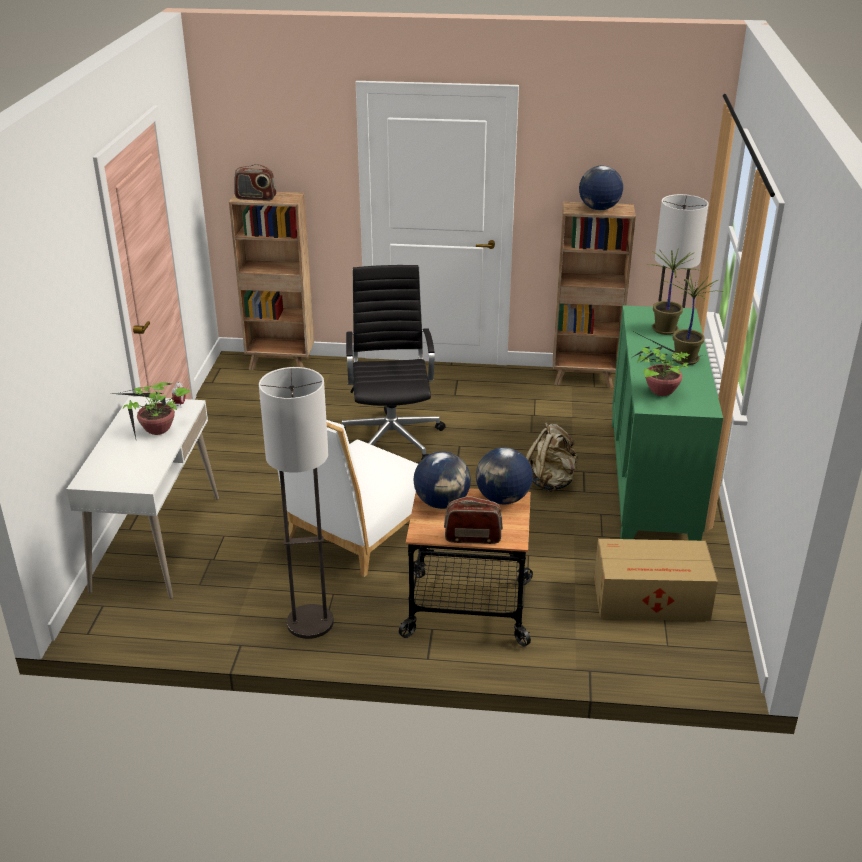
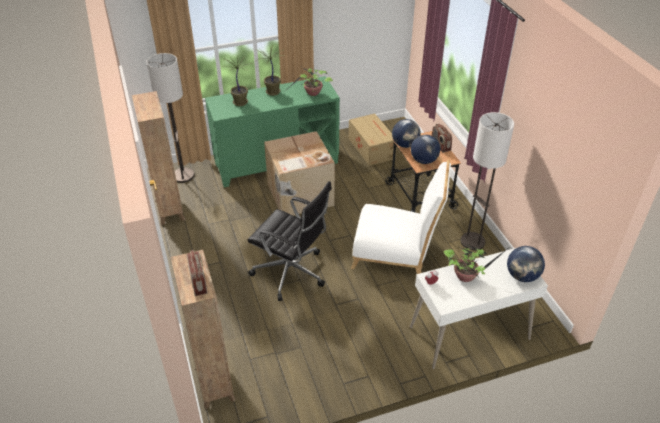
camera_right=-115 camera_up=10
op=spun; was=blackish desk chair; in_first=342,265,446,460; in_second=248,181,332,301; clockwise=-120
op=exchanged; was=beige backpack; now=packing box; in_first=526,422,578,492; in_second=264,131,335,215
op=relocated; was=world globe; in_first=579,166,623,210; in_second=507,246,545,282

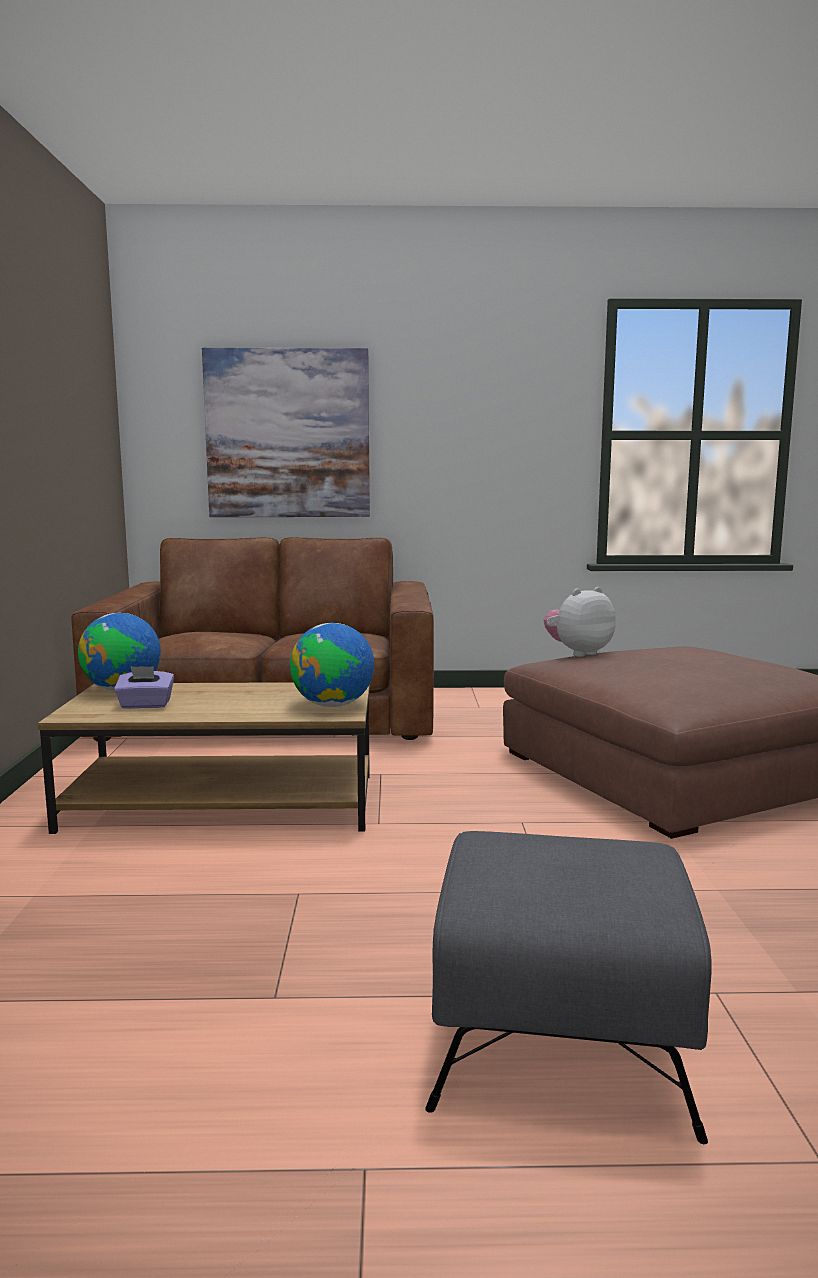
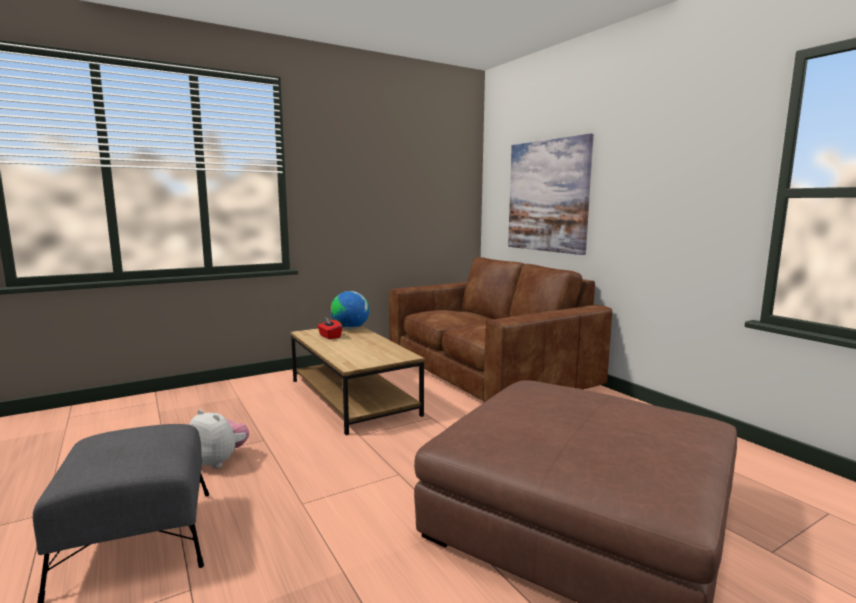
camera_right=60 camera_up=0
op=relocated; was=plush toy; in_first=544,587,616,657; in_second=189,409,249,469
op=colour; was=purplish tissue box; now=reddish tissue box; in_first=114,666,174,709; in_second=317,317,342,340
op=missing; was=world globe; in_first=290,623,374,707

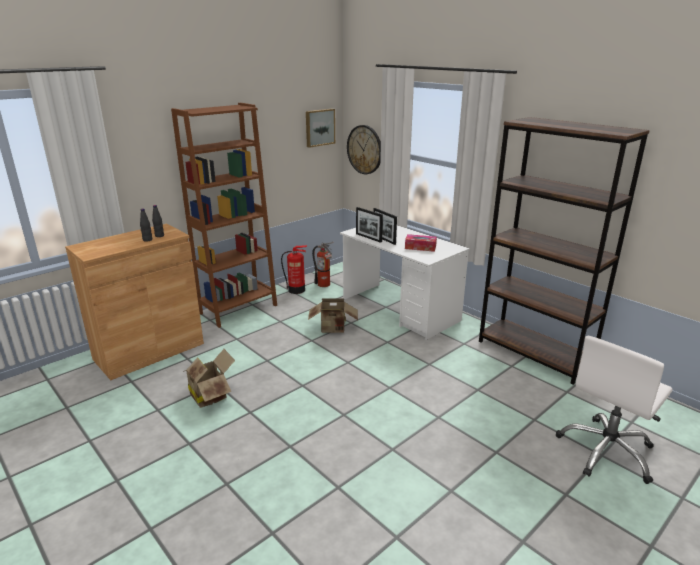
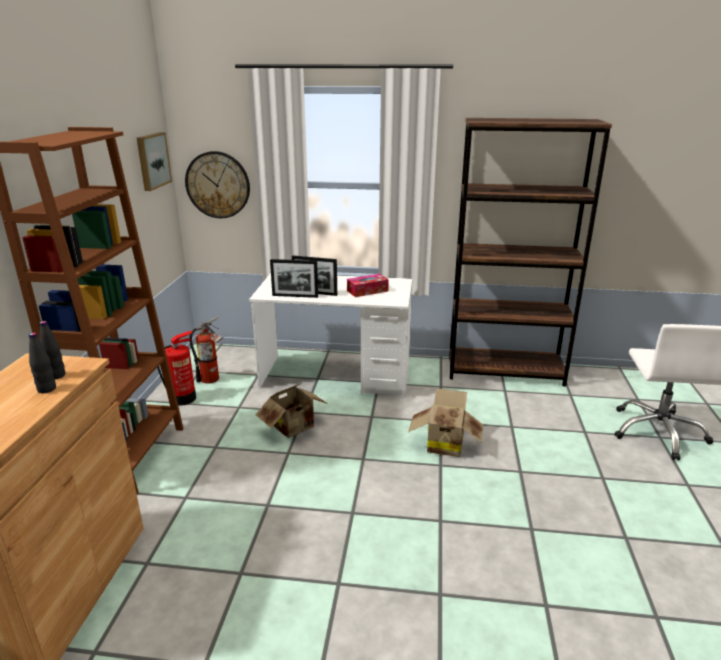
camera_right=-40 camera_up=0
op=relocated; was=packing box; in_first=183,349,235,408; in_second=408,388,483,457

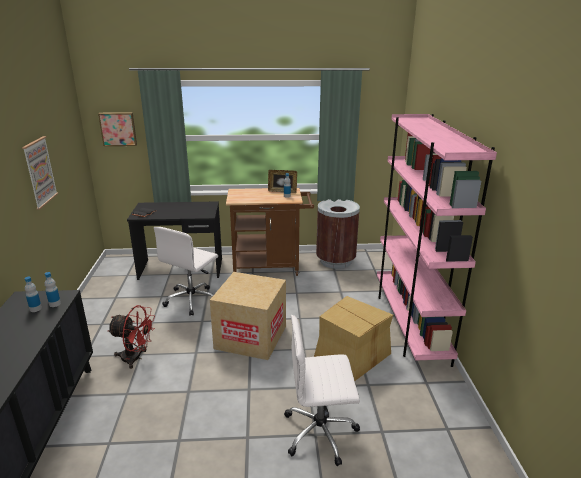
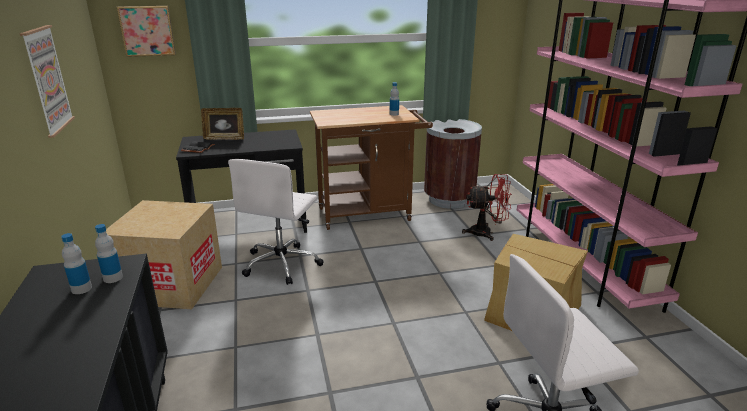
camera_right=-10 camera_up=0
op=relocated; was=packing box; in_first=210,272,286,360; in_second=106,200,222,309
op=relocated; was=standing frame; in_first=268,170,297,193; in_second=201,108,244,140
op=relocated; was=reddish cooling fan; in_first=108,305,155,369; in_second=462,174,512,241

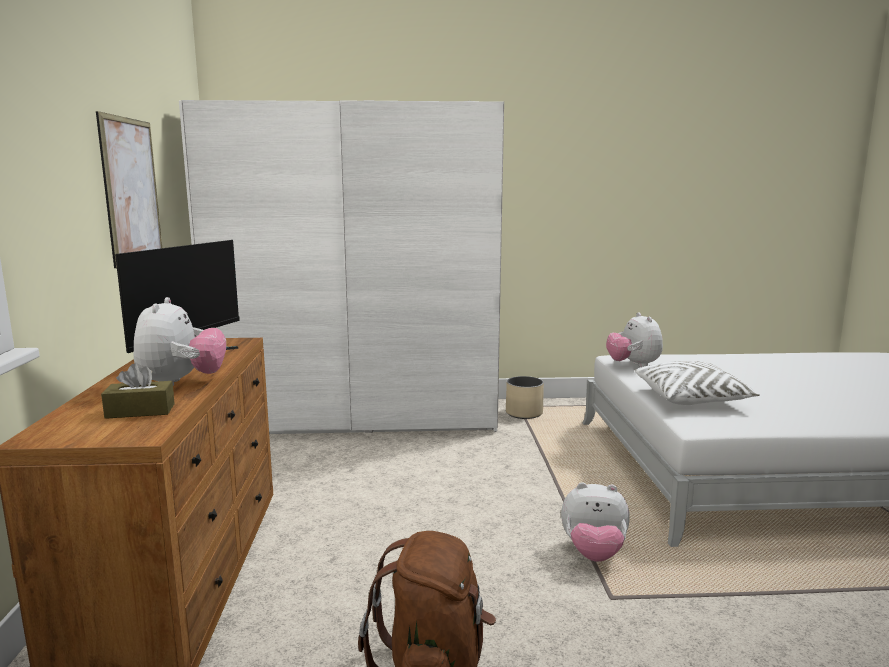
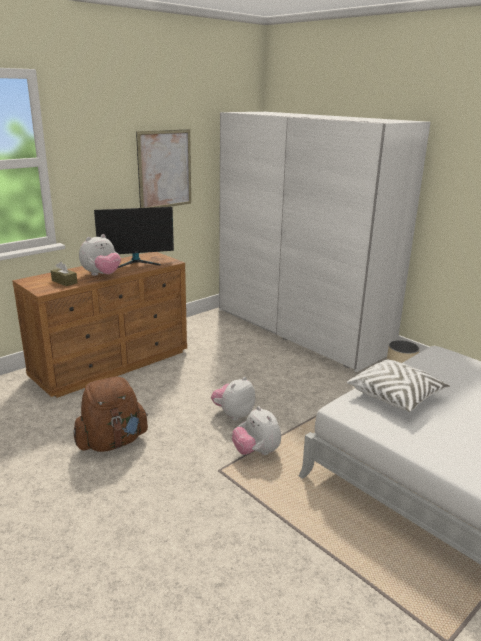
camera_right=50 camera_up=10
op=relocated; was=plush toy; in_first=606,312,663,367; in_second=211,377,255,421

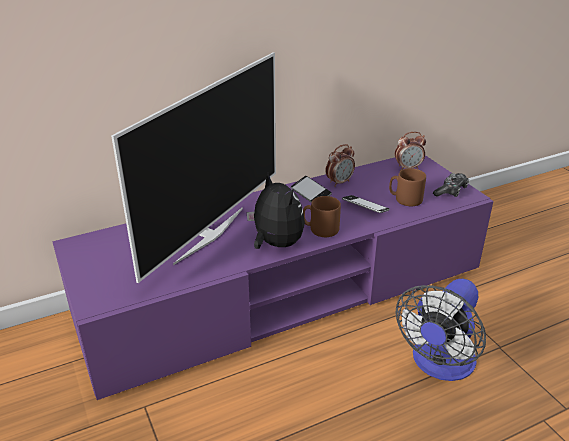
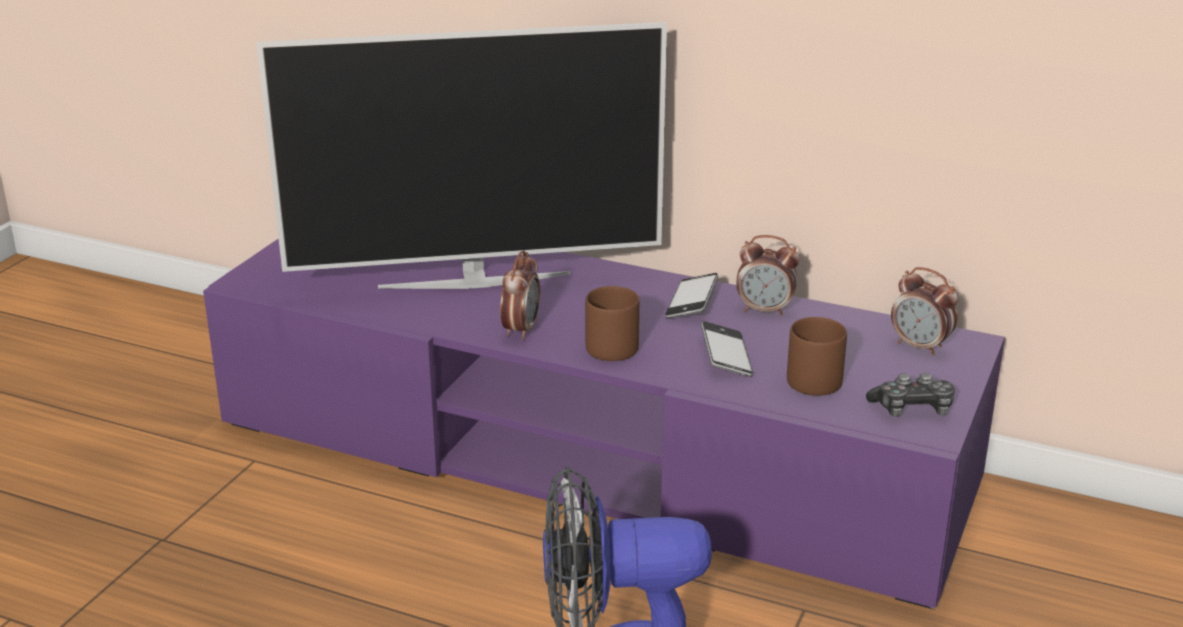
camera_right=50 camera_up=-5
op=exchanged; was=plush toy; now=bedside clock; in_first=247,173,305,249; in_second=500,250,540,340

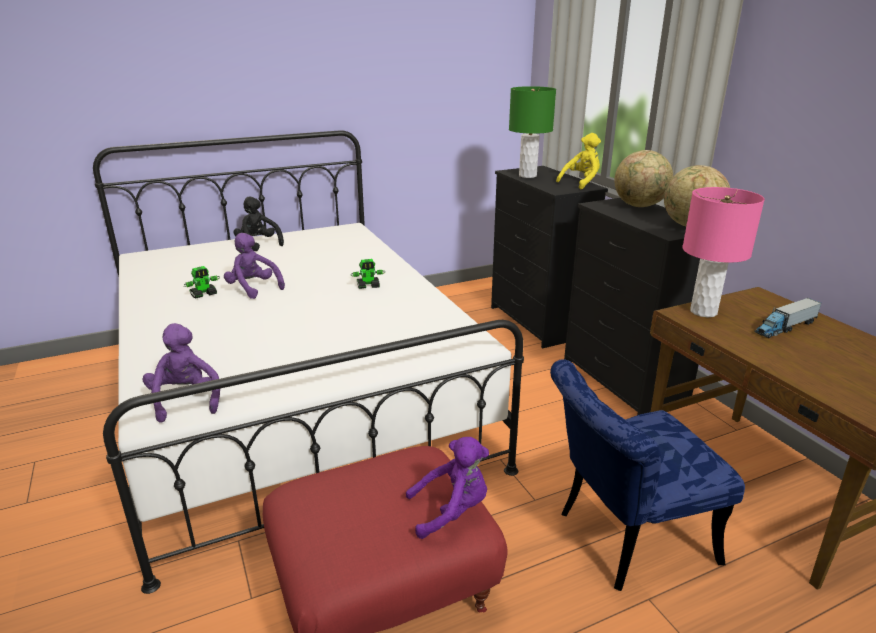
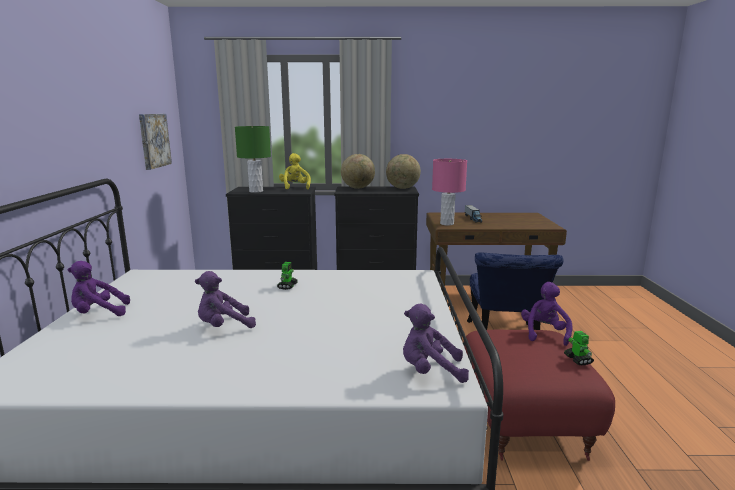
camera_right=-65 camera_up=-10
op=colour; was=blackish plush toy; now=purplish plush toy; in_first=233,196,284,251; in_second=67,261,130,316
op=appeared; now=wall picture; in_second=139,114,172,170
op=relocated; was=robot figure; in_first=184,266,219,299; in_second=564,331,594,365

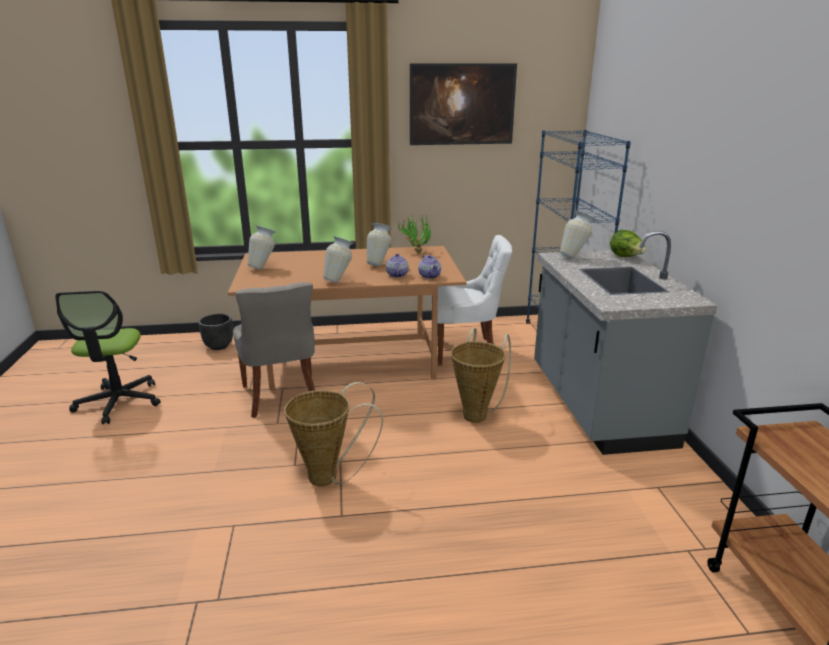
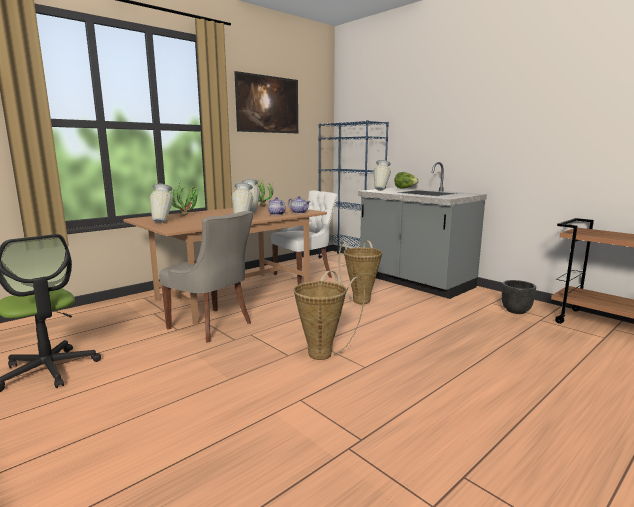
camera_right=-35 camera_up=-10
op=appeared; now=houseplant; in_second=171,184,200,216
op=relocated; was=blackish planter; in_first=198,314,233,350; in_second=502,280,536,314

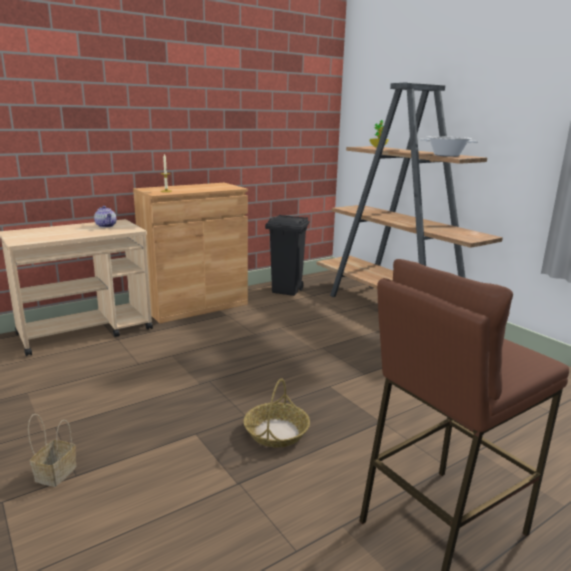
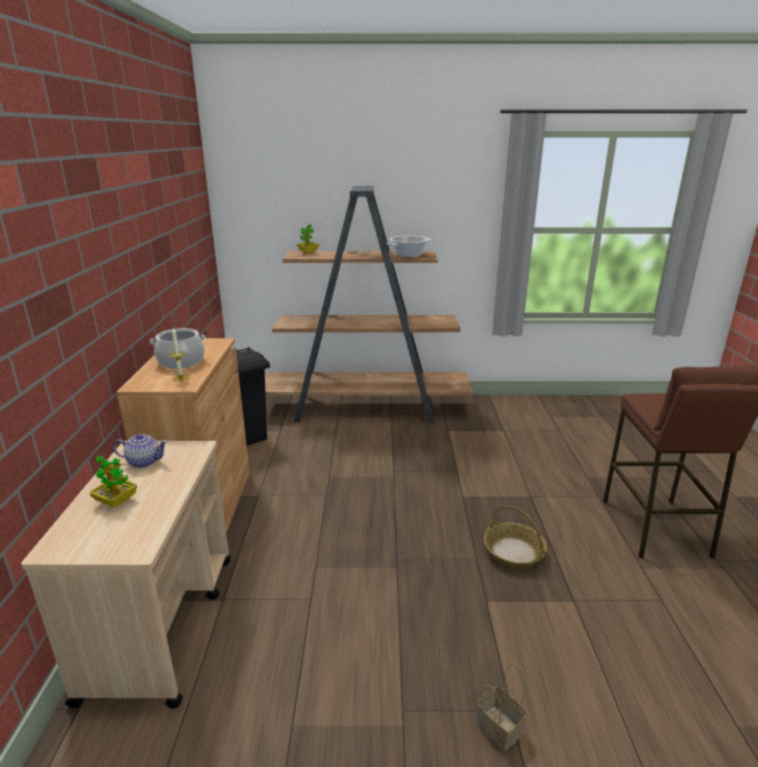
camera_right=-55 camera_up=5
op=appeared; now=houseplant; in_second=90,456,137,507
op=appeared; now=saucepot; in_second=150,328,206,369

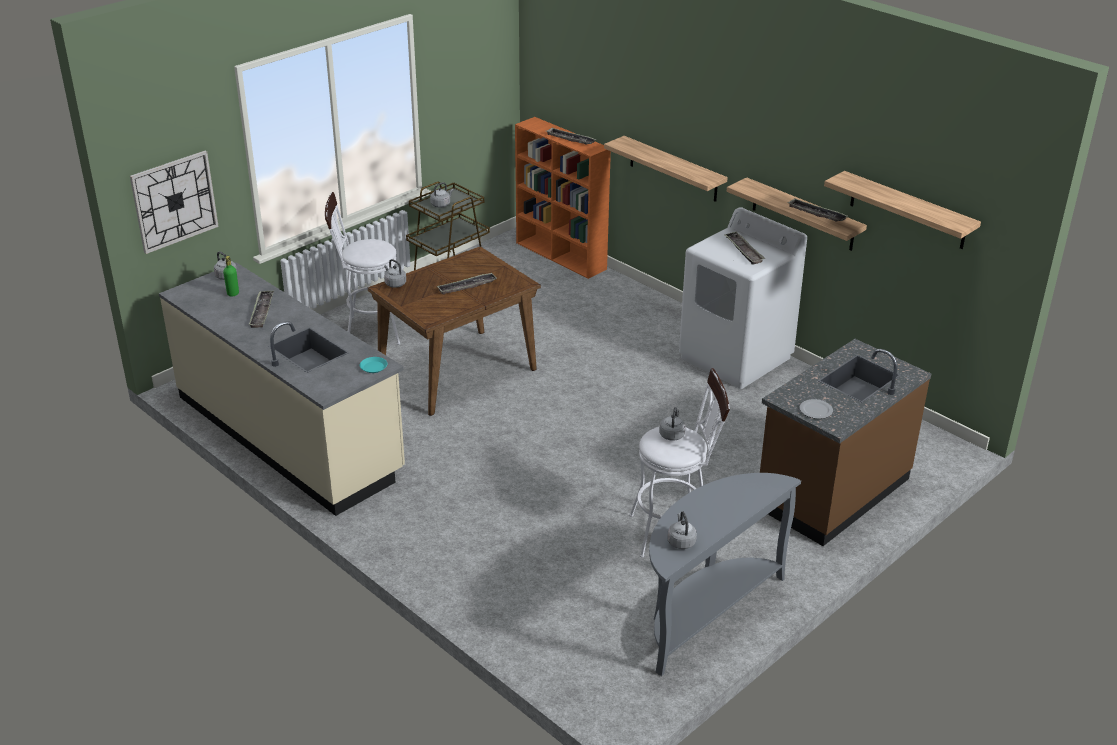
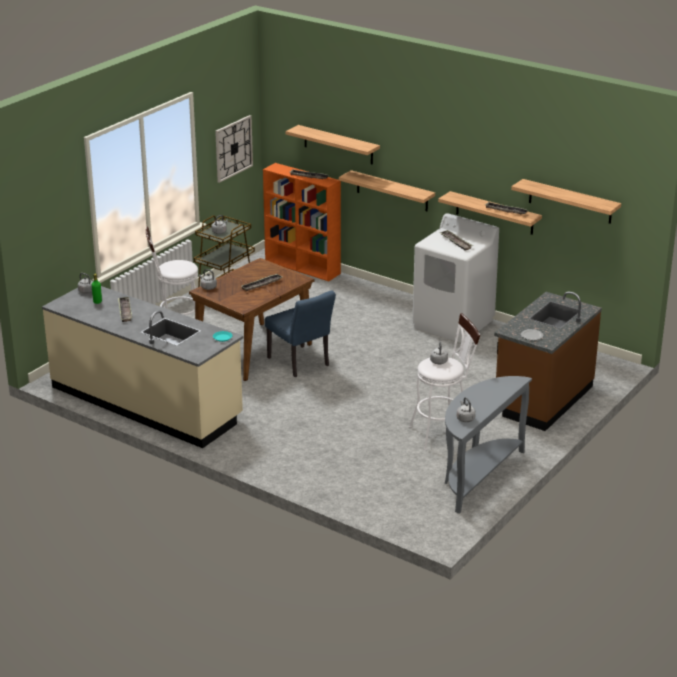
camera_right=-10 camera_up=-5
op=relocated; was=wall clock; in_first=130,151,219,254; in_second=215,115,253,183
op=appeared; now=bluish plain chair; in_second=265,290,336,377
op=appeared; now=shelf; in_second=286,125,380,164

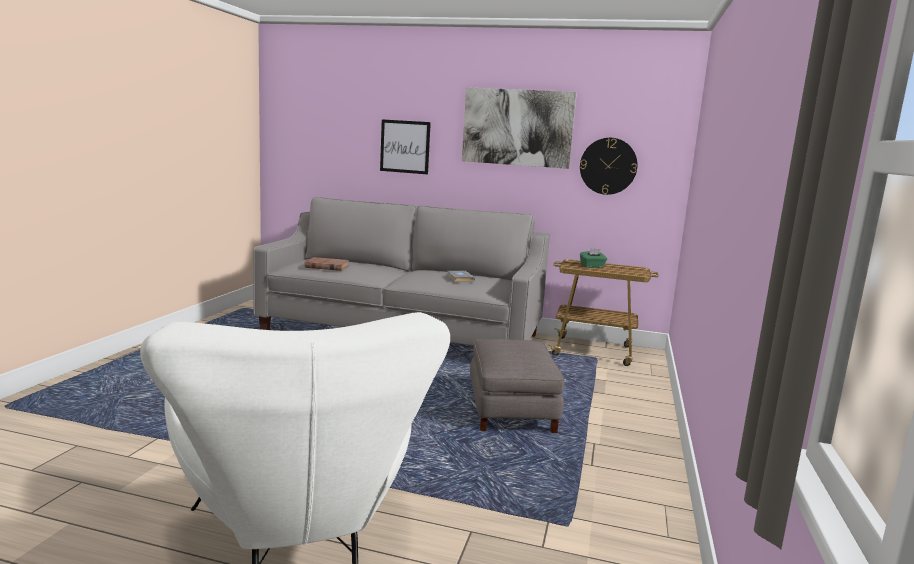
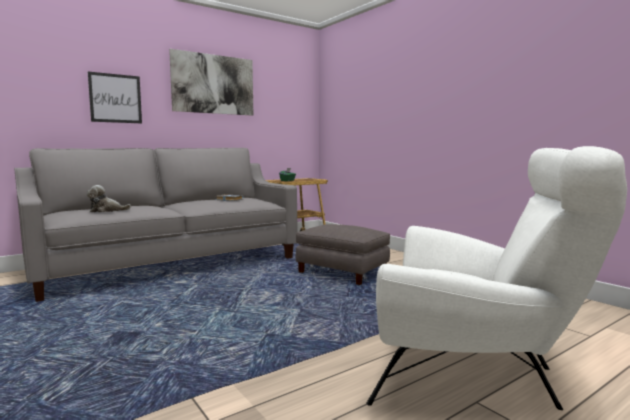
camera_right=-50 camera_up=-5
op=exchanged; was=brown-coloured book; now=plush toy; in_first=304,257,349,271; in_second=87,185,131,212
op=missing; was=wall clock; in_first=580,138,638,195

